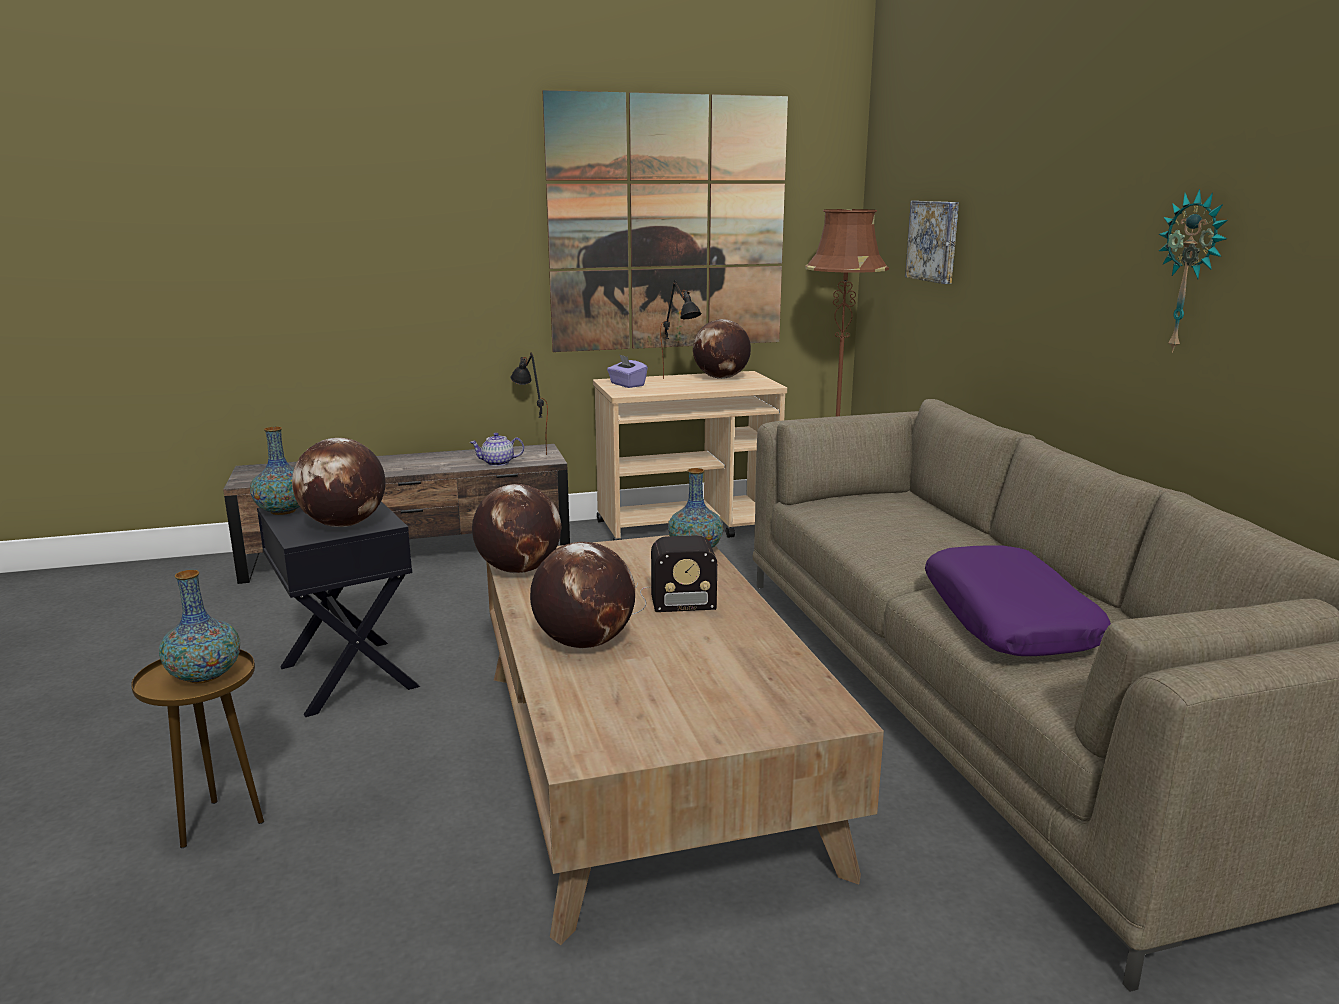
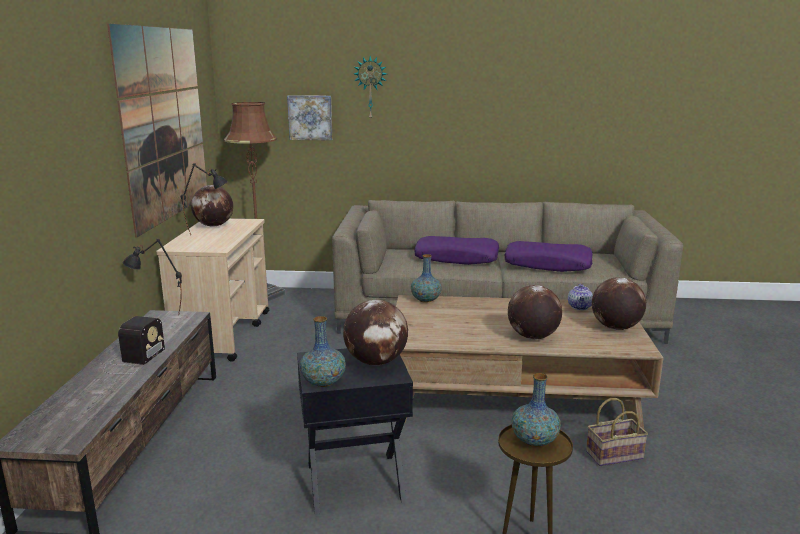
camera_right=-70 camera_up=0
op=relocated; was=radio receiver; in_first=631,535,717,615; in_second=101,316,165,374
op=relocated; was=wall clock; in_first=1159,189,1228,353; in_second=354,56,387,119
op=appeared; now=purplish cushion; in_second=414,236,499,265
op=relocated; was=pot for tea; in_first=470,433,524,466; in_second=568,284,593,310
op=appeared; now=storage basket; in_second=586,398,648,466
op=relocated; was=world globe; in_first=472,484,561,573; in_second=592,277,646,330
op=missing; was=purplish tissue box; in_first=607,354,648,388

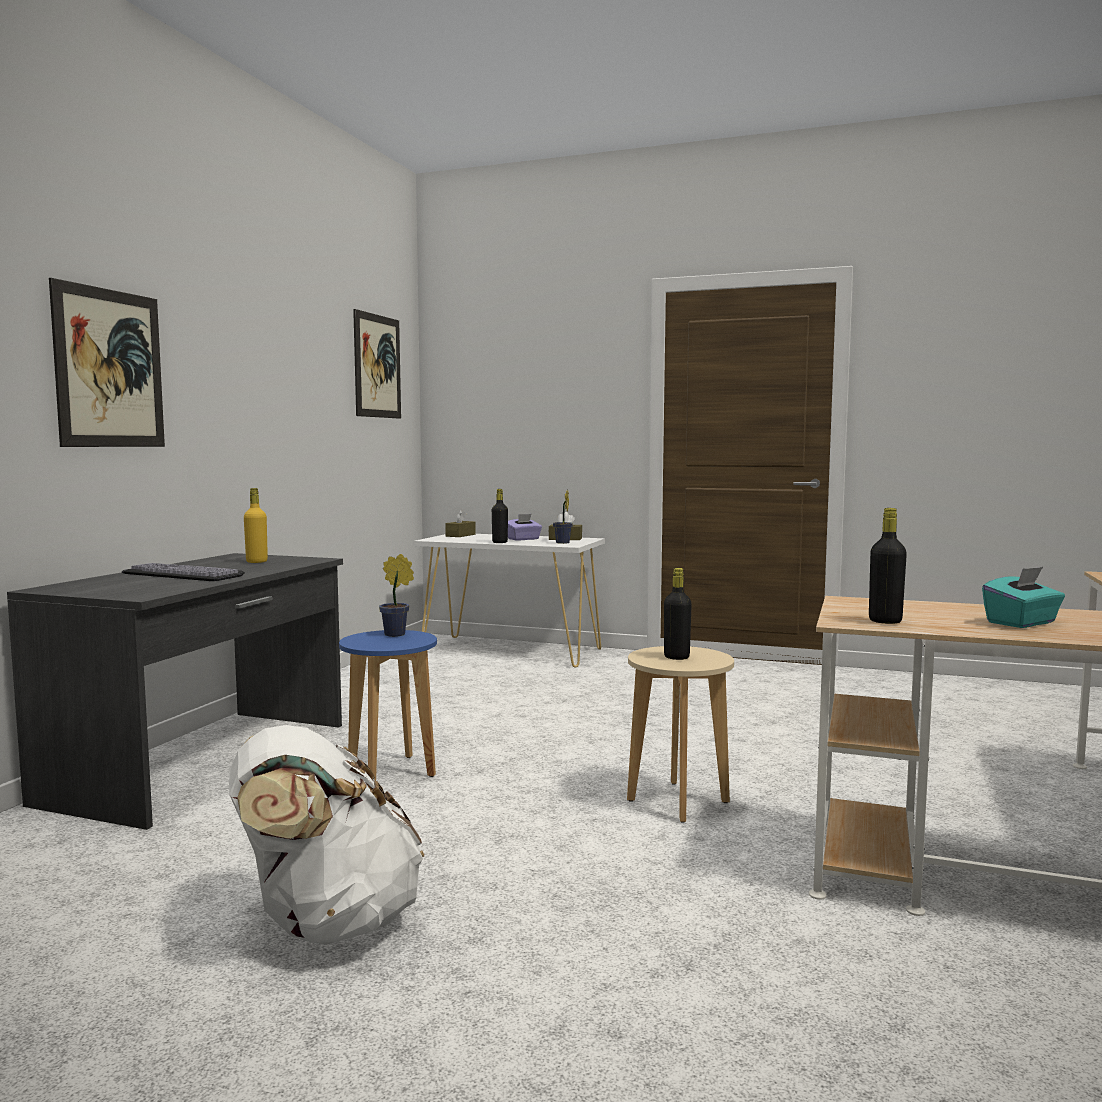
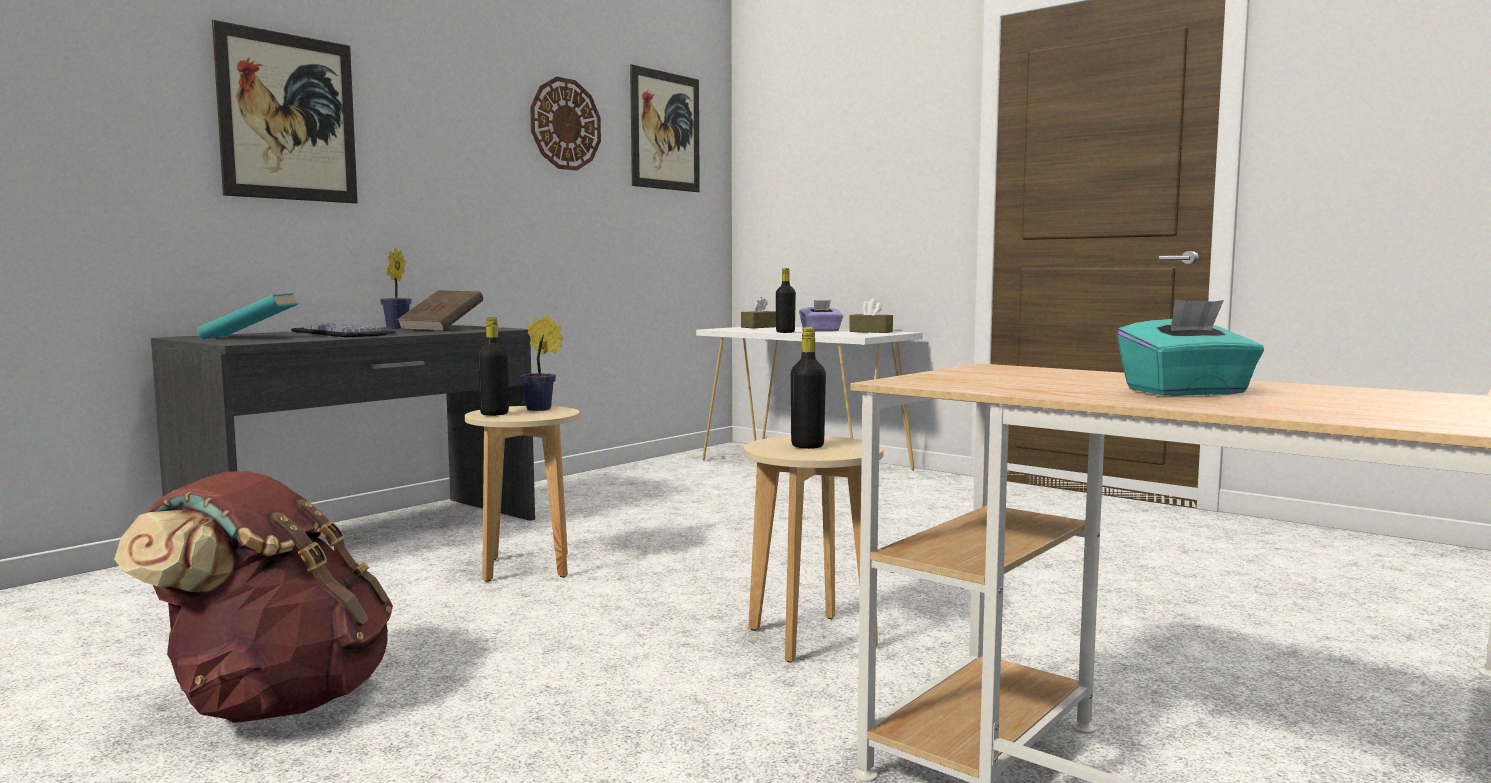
camera_right=20 camera_up=0
op=colour; was=white-coloured backpack; now=brown-coloured backpack; in_first=229,725,424,945; in_second=114,471,393,723
op=appeared; now=turquoise book; in_second=197,293,299,339
op=relocated; was=houseplant; in_first=553,490,573,544; in_second=380,247,412,329
op=exchanged; was=yellow-coloured drink bottle; now=brown-coloured book; in_first=244,488,268,563; in_second=397,290,483,331
op=colour; was=bluish stool; now=beige stool; in_first=339,630,437,788; in_second=465,406,579,582
op=relocated; was=blackish drink bottle; in_first=869,508,907,624; in_second=478,317,509,416
op=appeared; now=wall clock; in_second=530,77,601,171

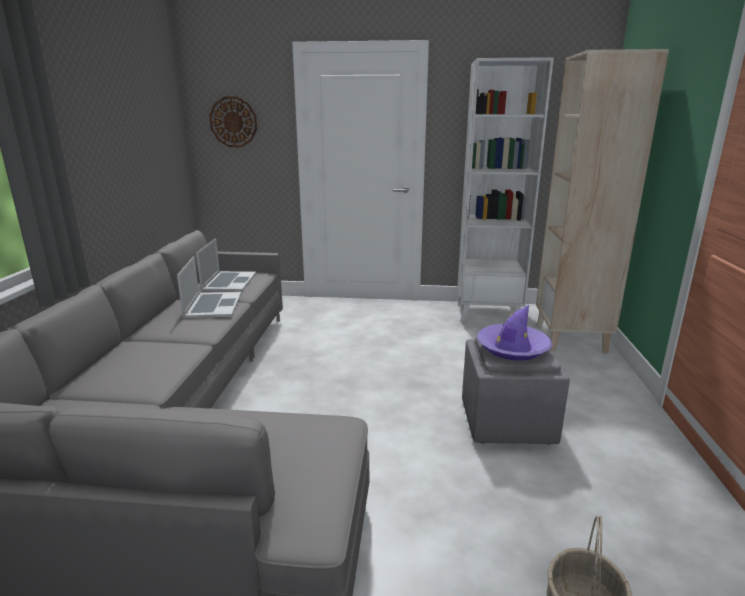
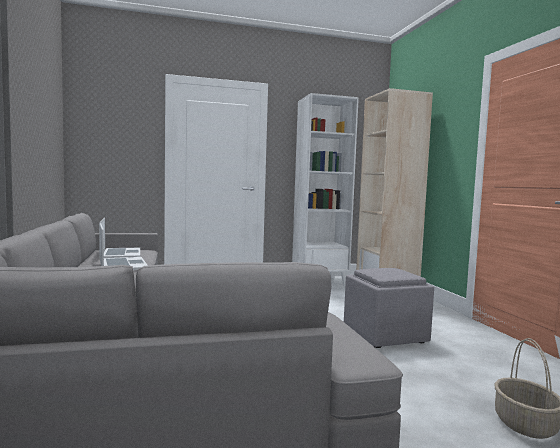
camera_right=-20 camera_up=-15
op=missing; was=wall clock; in_first=209,97,257,147
op=missing; was=purplish wearable hat; in_first=477,305,552,361

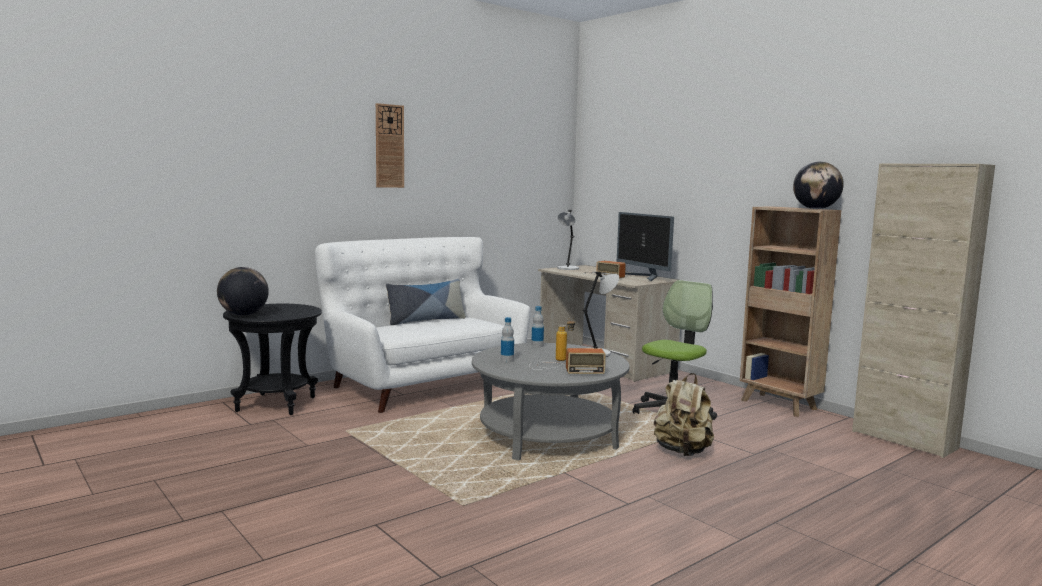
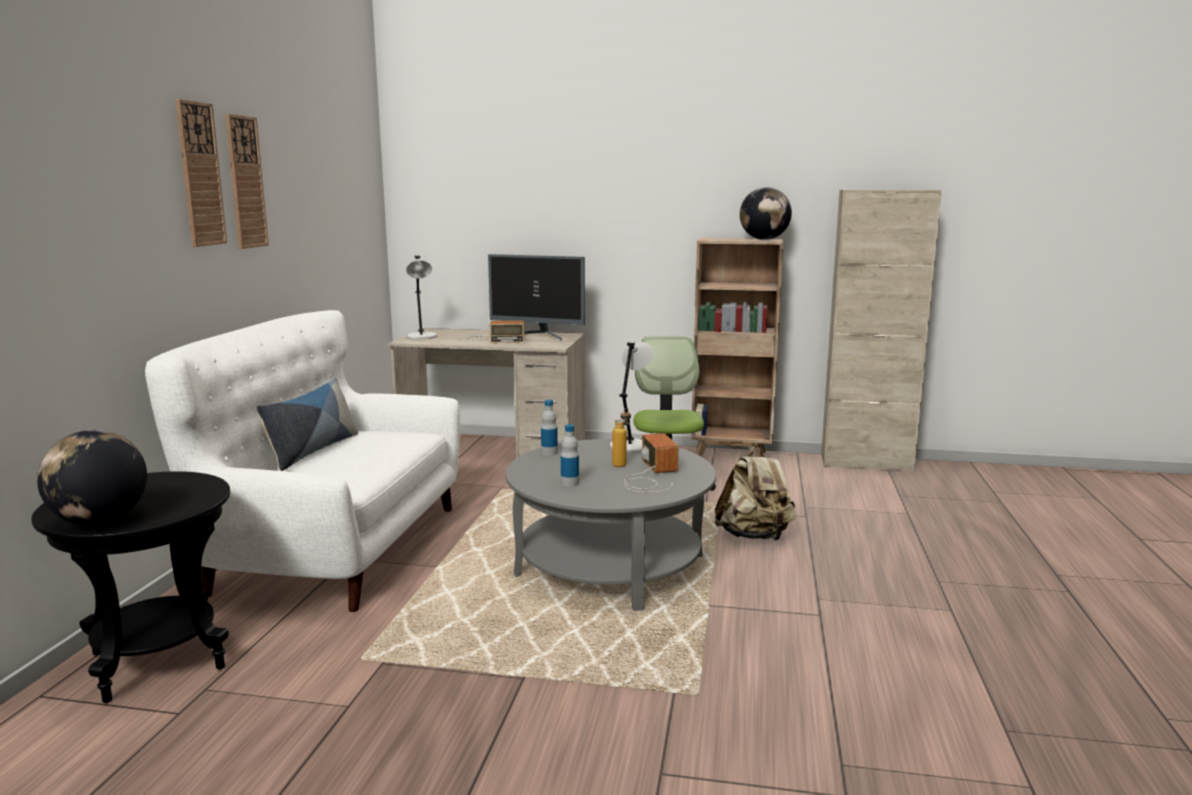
camera_right=-40 camera_up=5
op=appeared; now=wall clock; in_second=225,114,269,249
op=spun; was=radio receiver; in_first=529,348,606,374; in_second=624,433,678,492; clockwise=-60

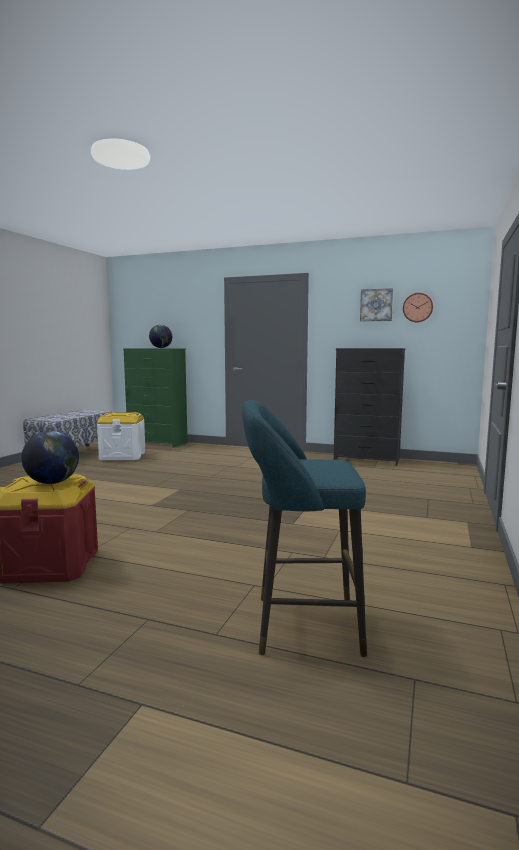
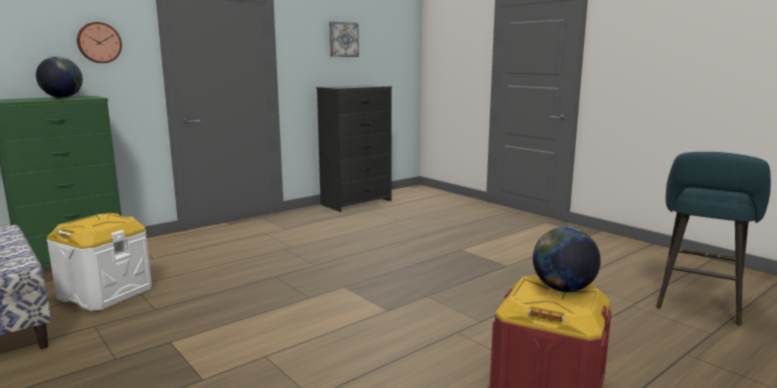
camera_right=-60 camera_up=5
op=relocated; was=wall clock; in_first=403,293,433,322; in_second=77,22,122,63

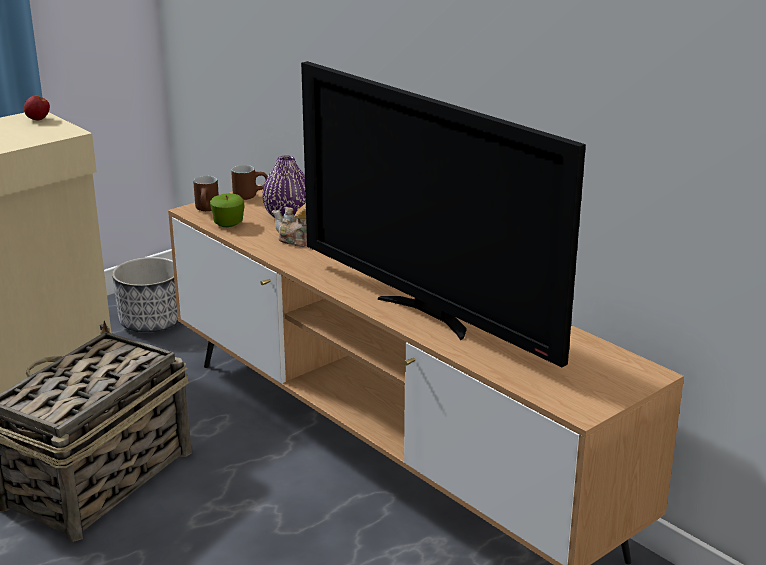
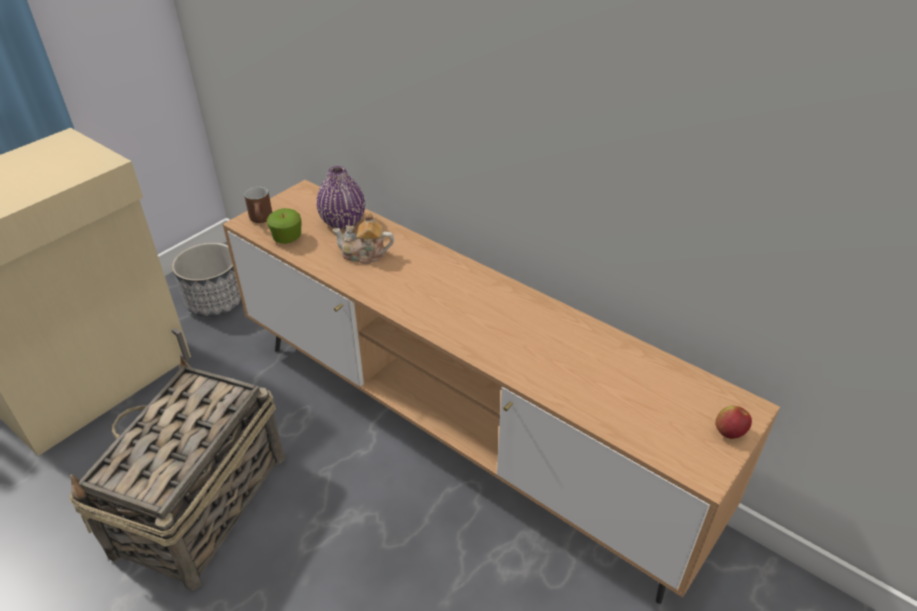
camera_right=-10 camera_up=15
op=relocated; was=whole apple; in_first=24,96,50,121; in_second=715,406,752,439
op=missing; was=brown-coloured coffee mug; in_first=231,165,268,200
op=missing; was=TV; in_first=301,61,586,367

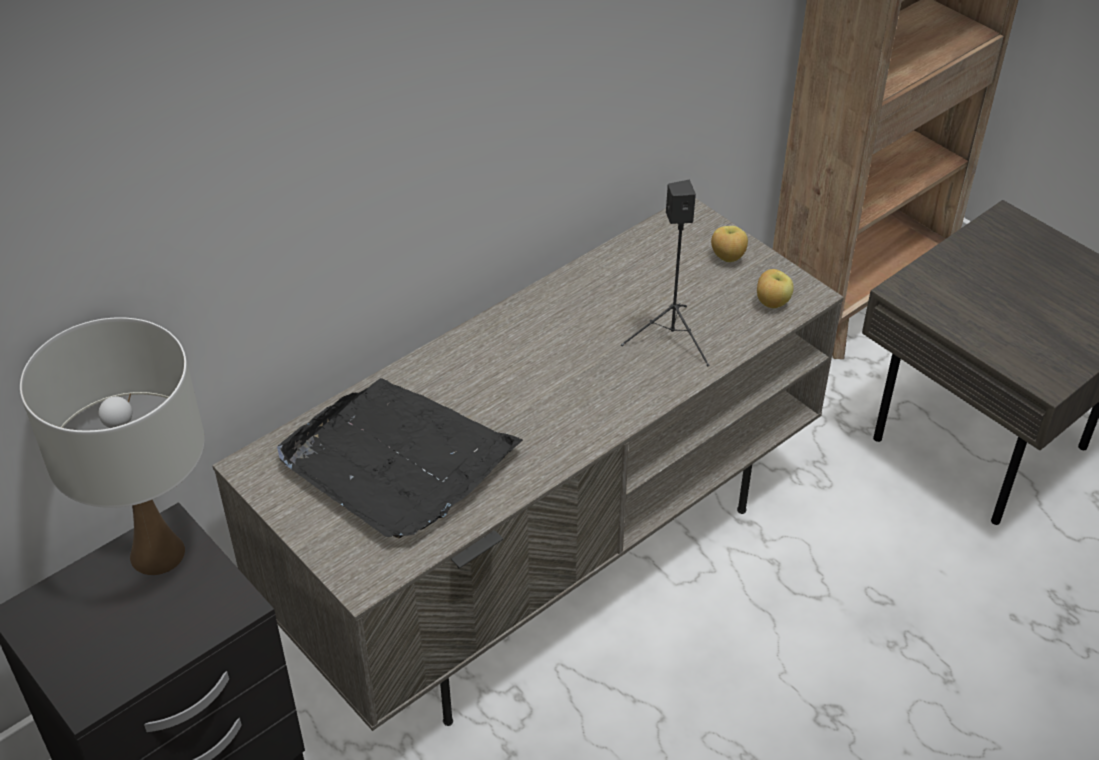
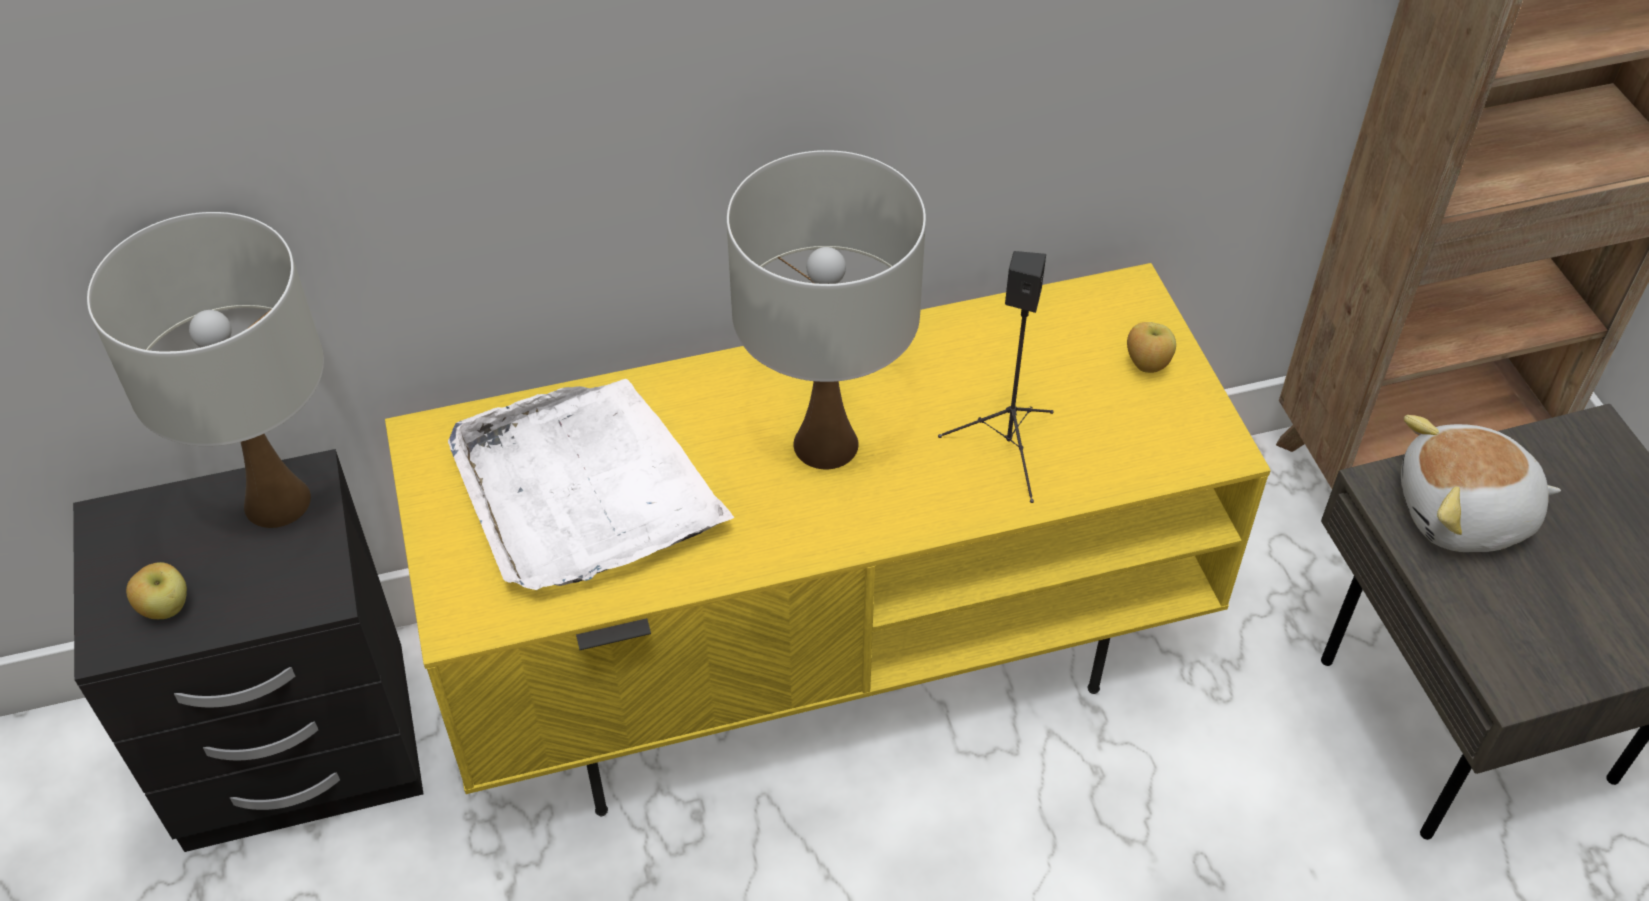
camera_right=25 camera_up=5
op=relocated; was=whole apple; in_first=757,269,794,308; in_second=126,562,187,619
op=colour; was=grey tv unit; now=yellow-coloured tv unit; in_first=212,198,844,731; in_second=385,263,1271,816
op=colour; was=blackish tray; now=white-coloured tray; in_first=277,378,523,538; in_second=448,379,734,590
op=appeared; now=white-coloured lamp for a table; in_second=727,150,926,469
op=appeared; now=plush toy; in_second=1401,415,1561,552

